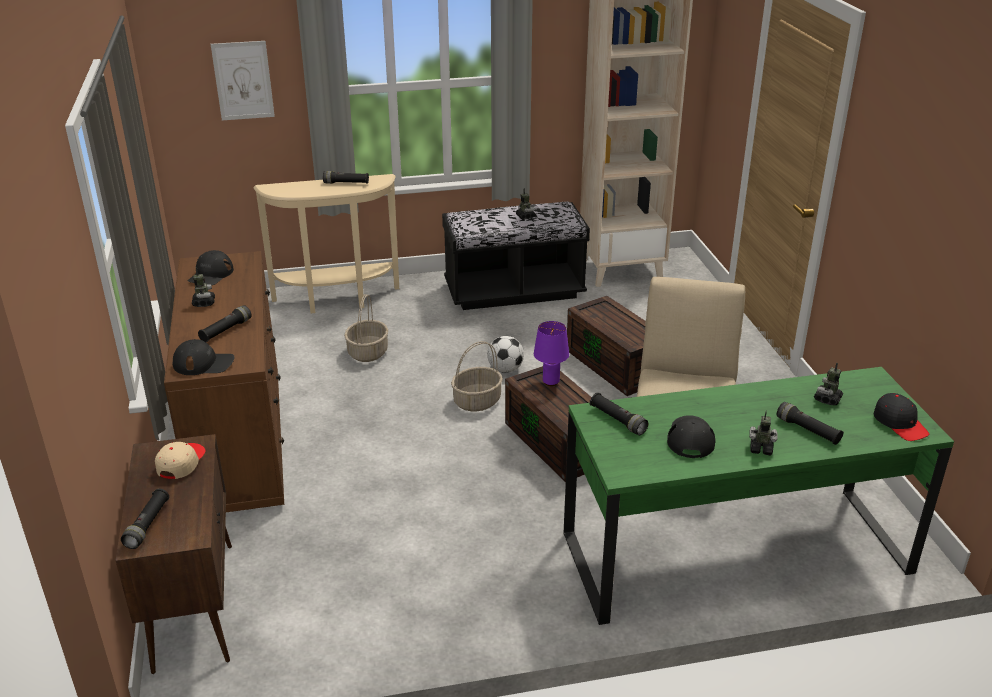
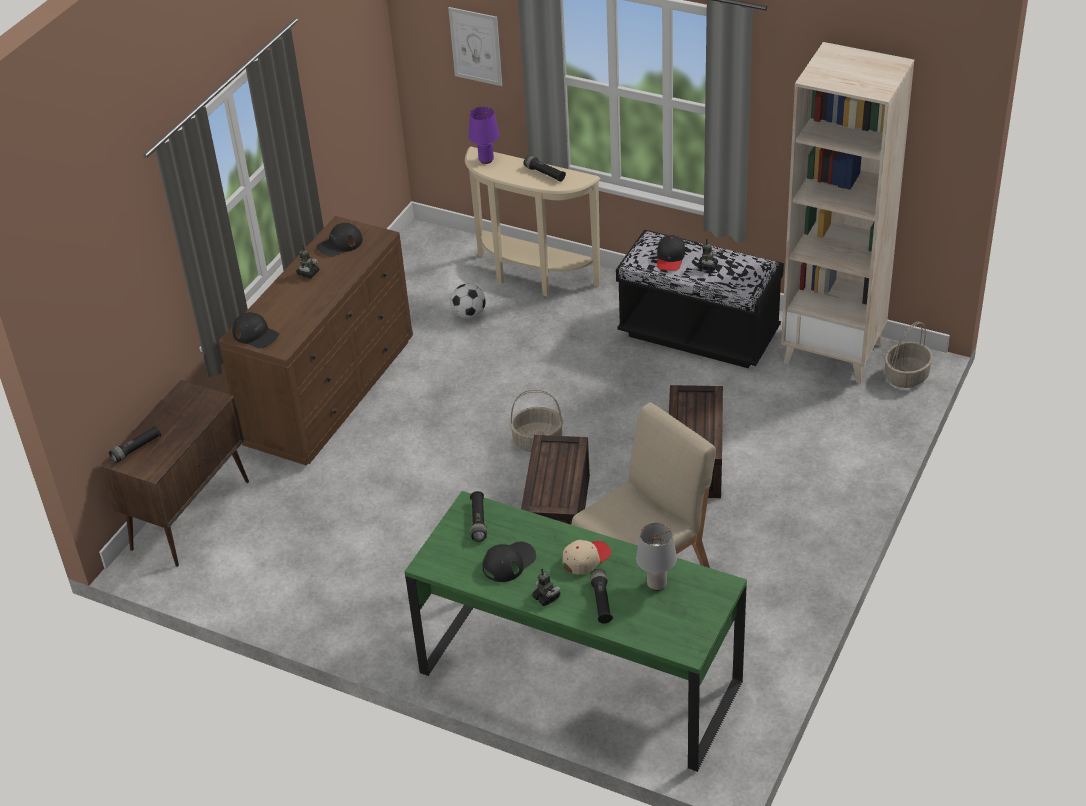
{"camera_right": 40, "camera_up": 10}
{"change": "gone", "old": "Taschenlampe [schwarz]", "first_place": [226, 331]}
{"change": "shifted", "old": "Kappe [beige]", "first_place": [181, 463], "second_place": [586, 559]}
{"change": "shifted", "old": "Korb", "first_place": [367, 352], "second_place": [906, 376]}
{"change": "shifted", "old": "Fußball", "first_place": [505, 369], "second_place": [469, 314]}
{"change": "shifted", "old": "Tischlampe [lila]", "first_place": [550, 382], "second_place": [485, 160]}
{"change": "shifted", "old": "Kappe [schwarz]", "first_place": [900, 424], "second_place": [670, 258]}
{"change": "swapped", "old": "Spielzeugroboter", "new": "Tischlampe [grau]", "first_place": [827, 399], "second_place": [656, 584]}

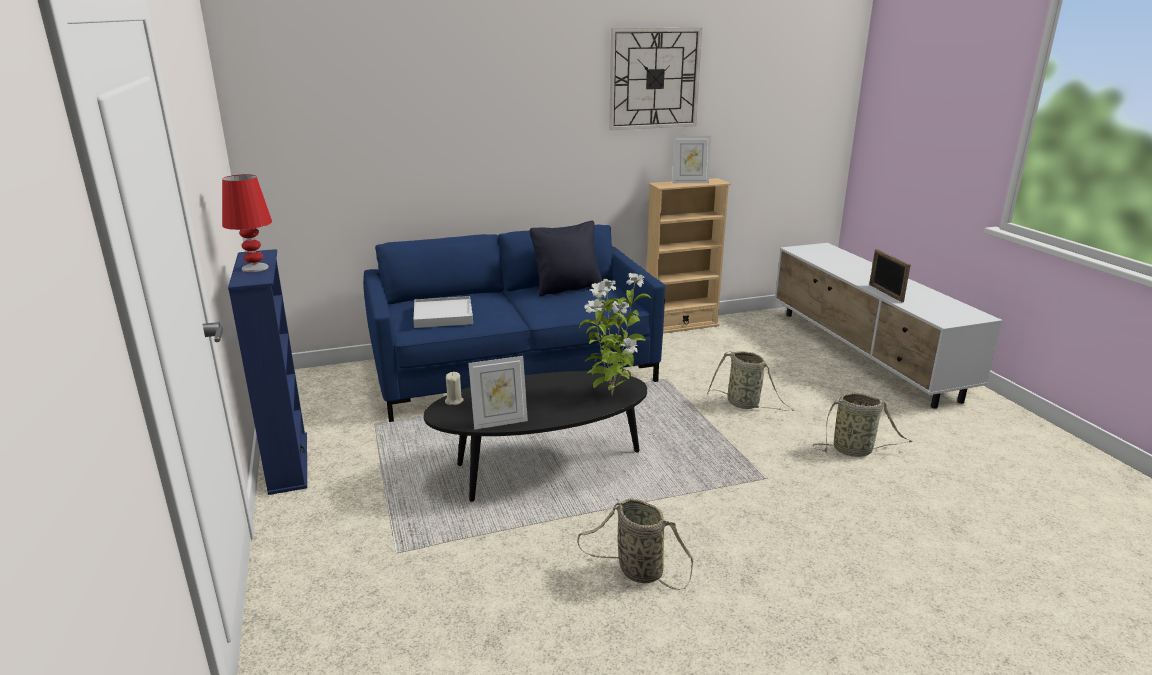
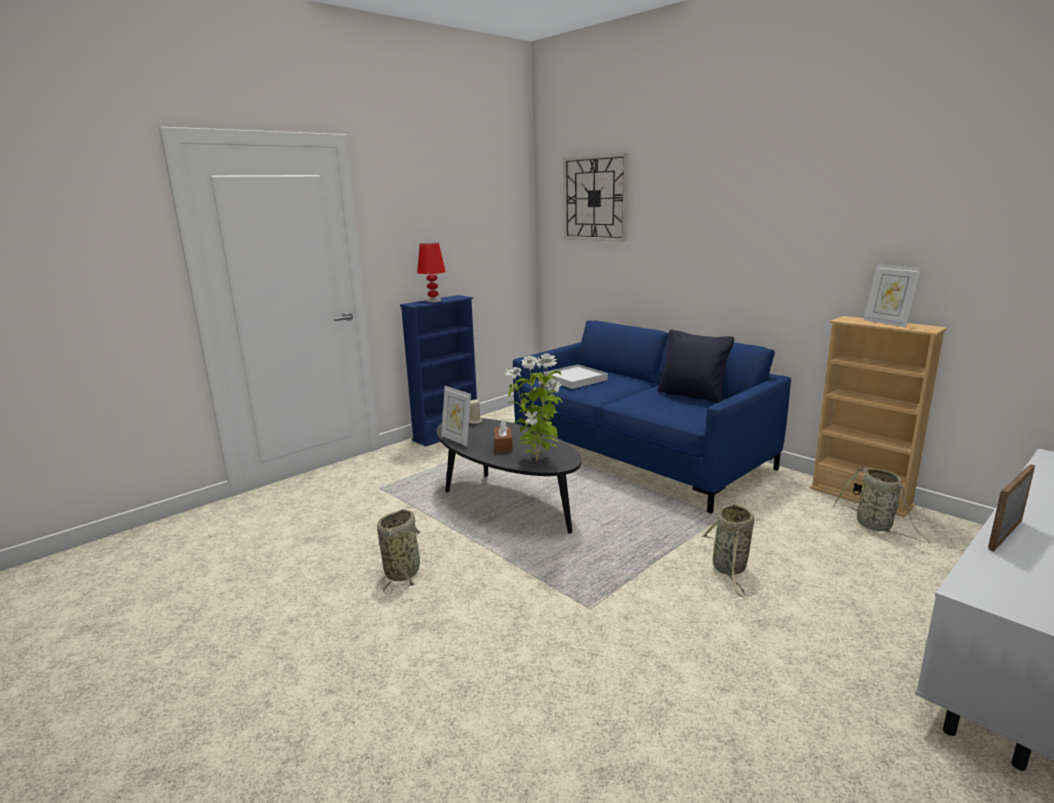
{"camera_right": 65, "camera_up": -5}
{"change": "new", "new": "Taschentuchbox [braun]", "second_place": [503, 445]}
{"change": "shifted", "old": "Wanduhr", "first_place": [654, 79], "second_place": [595, 198]}
{"change": "shifted", "old": "Korb", "first_place": [855, 450], "second_place": [876, 526]}

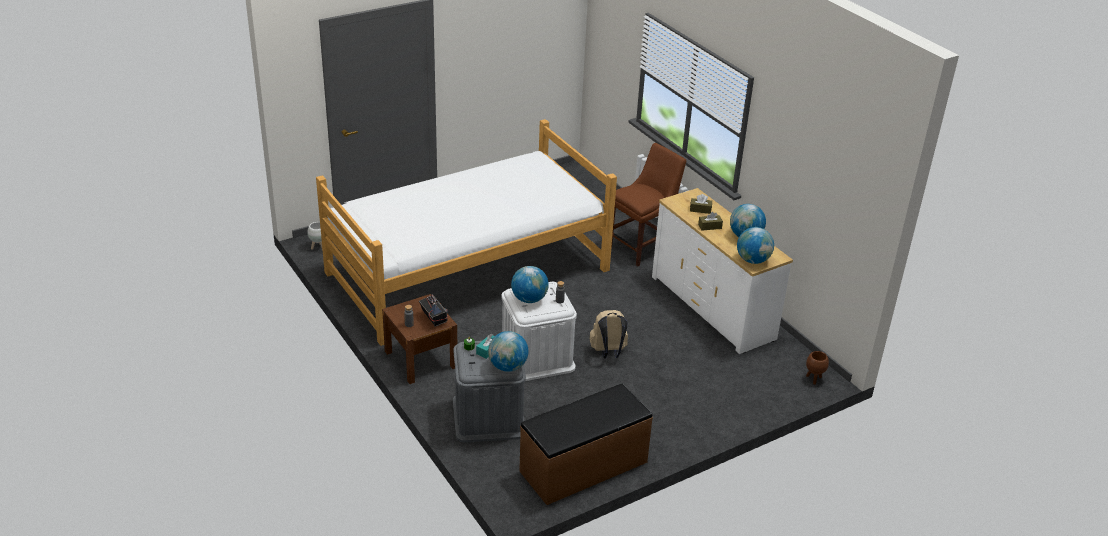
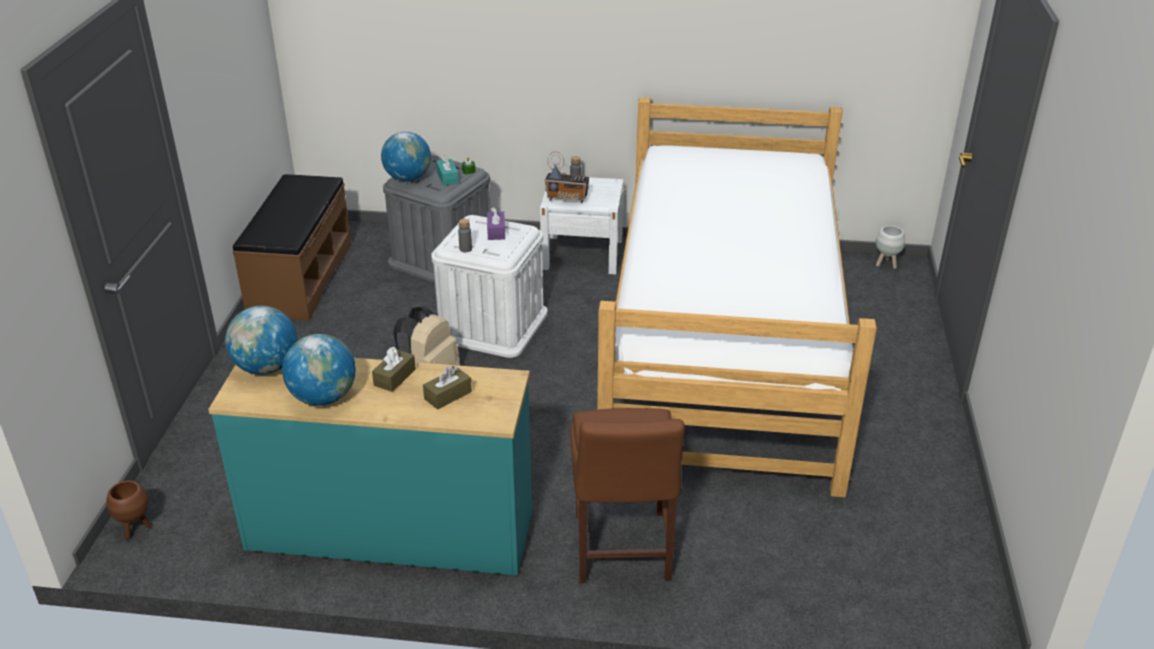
{"camera_right": 130, "camera_up": 0}
{"change": "swapped", "old": "Globus", "new": "Taschentuchbox [lila]", "first_place": [529, 299], "second_place": [496, 231]}
{"change": "repainted", "old": "Nachttisch [braun]", "new": "Nachttisch [weiß]", "first_place": [421, 359], "second_place": [582, 254]}
{"change": "repainted", "old": "Kommode [weiß]", "new": "Kommode [türkis]", "first_place": [712, 307], "second_place": [390, 532]}

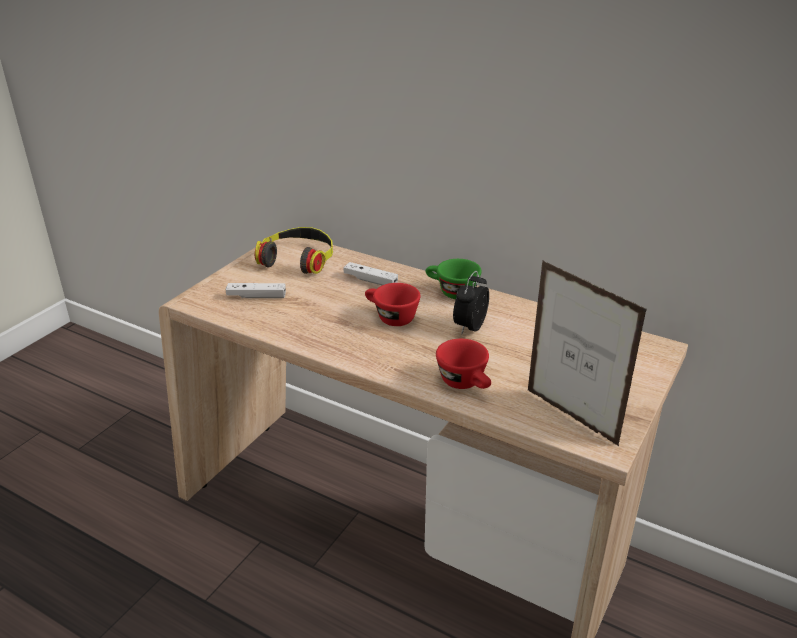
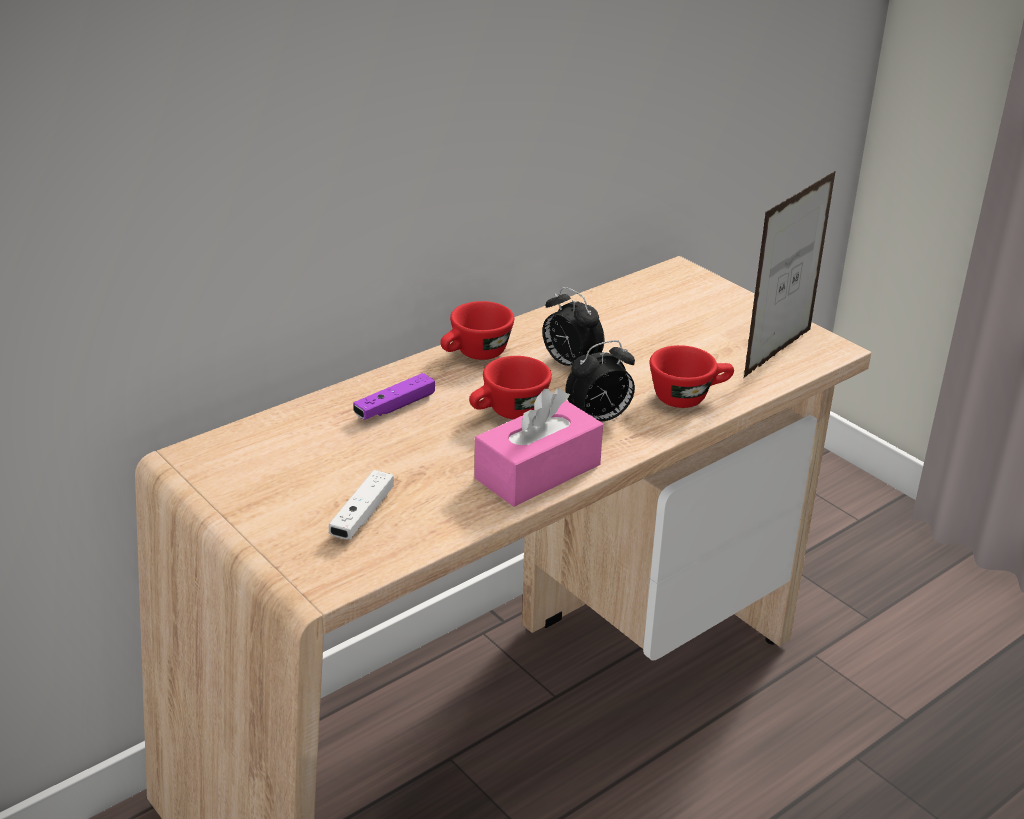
{"camera_right": -70, "camera_up": 0}
{"change": "gone", "old": "Kopfhörer", "first_place": [298, 258]}
{"change": "new", "new": "Taschentuchbox [rosa]", "second_place": [538, 471]}
{"change": "new", "new": "Wecker", "second_place": [599, 419]}
{"change": "repainted", "old": "Gamepad [weiß]", "new": "Gamepad [lila]", "first_place": [370, 280], "second_place": [395, 407]}
{"change": "repainted", "old": "Tasse [grün]", "new": "Tasse [rot]", "first_place": [451, 292], "second_place": [475, 355]}
{"change": "rotated", "old": "Bilderrahmen", "first_place": [571, 417], "second_place": [777, 353], "degrees": 150}

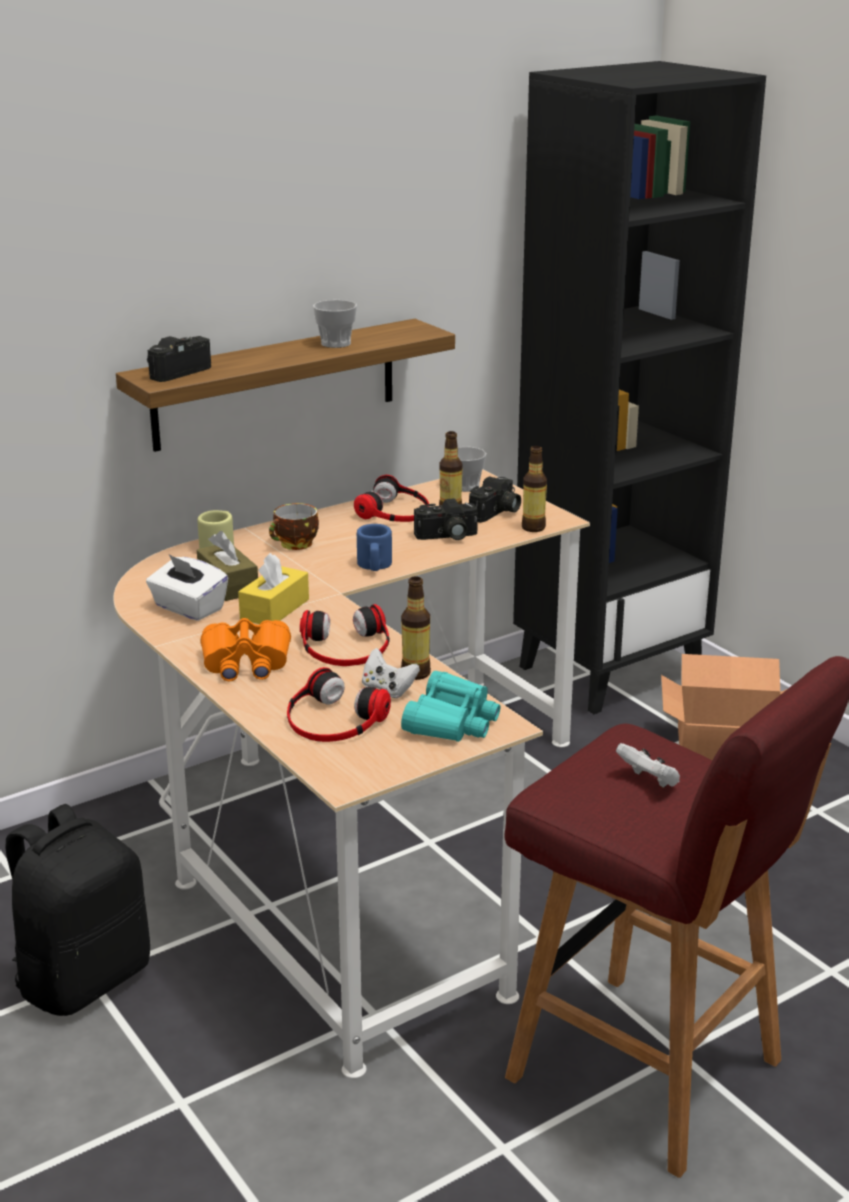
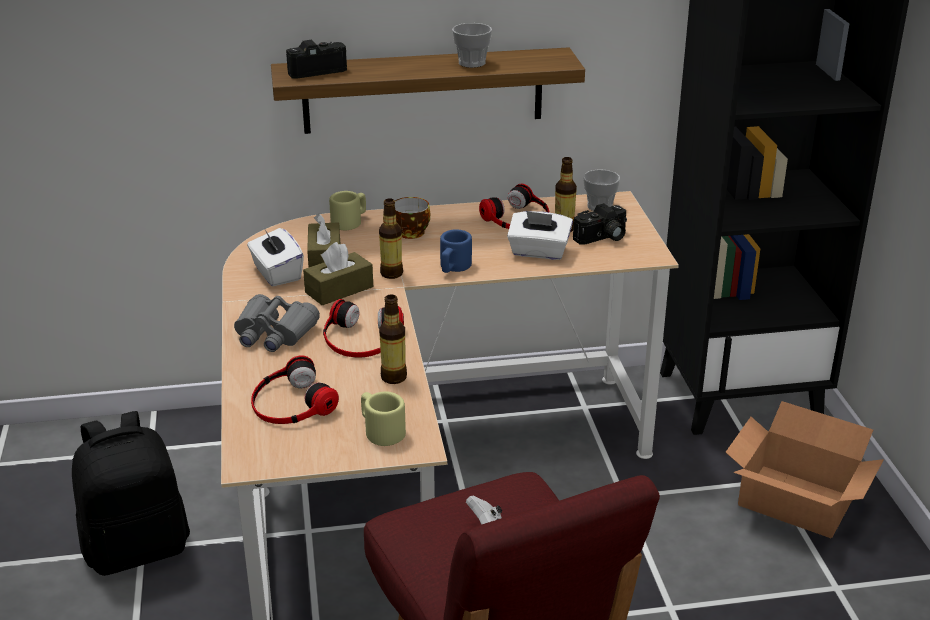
{"camera_right": 25, "camera_up": 5}
{"change": "gone", "old": "Gamepad [weiß]", "first_place": [388, 689]}
{"change": "shifted", "old": "Flasche", "first_place": [533, 528], "second_place": [391, 273]}
{"change": "swapped", "old": "Fernglas [türkis]", "new": "Henkelbecher [beige]", "first_place": [452, 721], "second_place": [380, 431]}
{"change": "swapped", "old": "Kamera", "new": "Taschentuchbox [weiß]", "first_place": [447, 536], "second_place": [539, 252]}
{"change": "repainted", "old": "Fernglas [orange]", "new": "Fernglas [grau]", "first_place": [246, 663], "second_place": [274, 333]}
{"change": "repainted", "old": "Taschentuchbox [gelb]", "new": "Taschentuchbox [braun]", "first_place": [274, 609], "second_place": [339, 290]}

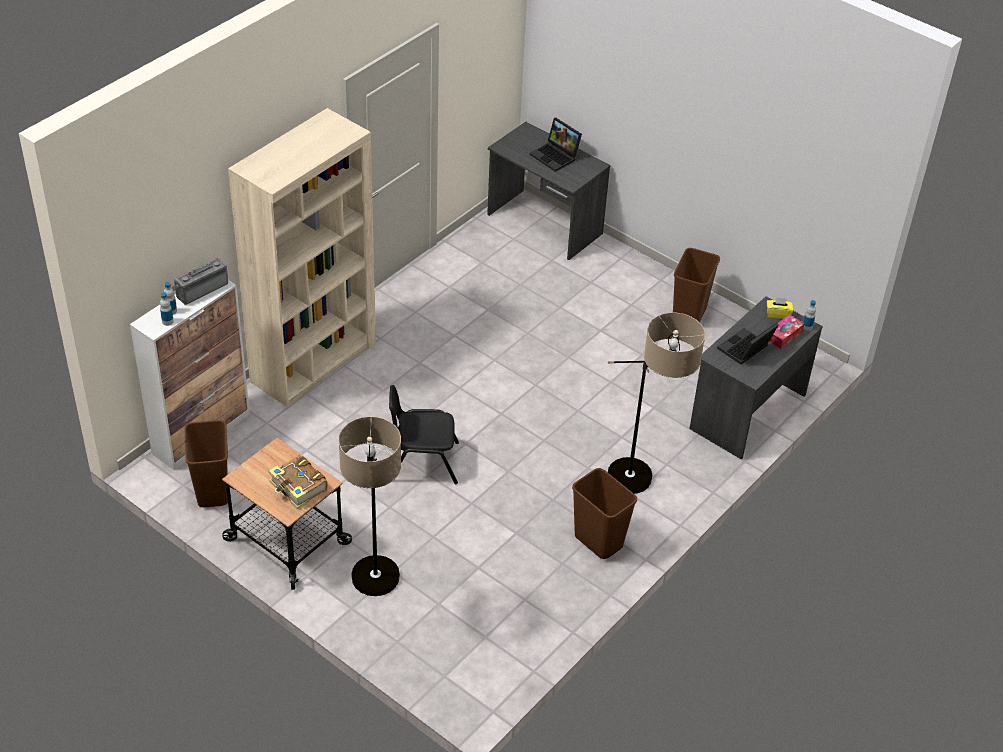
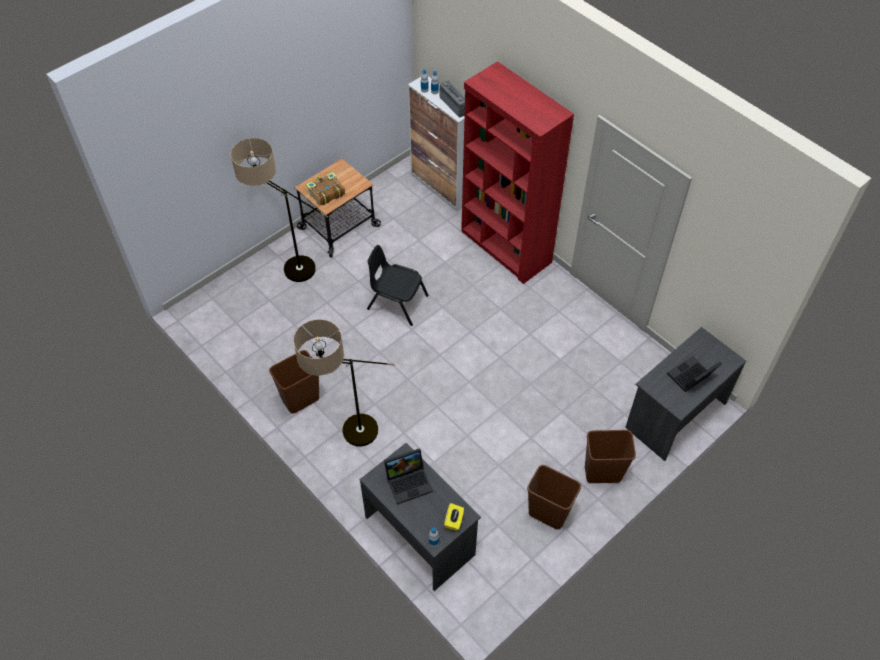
{"camera_right": 100, "camera_up": 10}
{"change": "gone", "old": "Taschentuchbox", "first_place": [784, 336]}
{"change": "shifted", "old": "Mülleimer [braun]", "first_place": [213, 491], "second_place": [602, 473]}
{"change": "repainted", "old": "Bücherregal [beige]", "new": "Bücherregal [rot]", "first_place": [314, 362], "second_place": [505, 247]}
{"change": "rotated", "old": "Stuhl [schwarz]", "first_place": [422, 462], "second_place": [397, 302], "degrees": -75}
{"change": "rotated", "old": "Laptop", "first_place": [745, 350], "second_place": [409, 481], "degrees": 105}

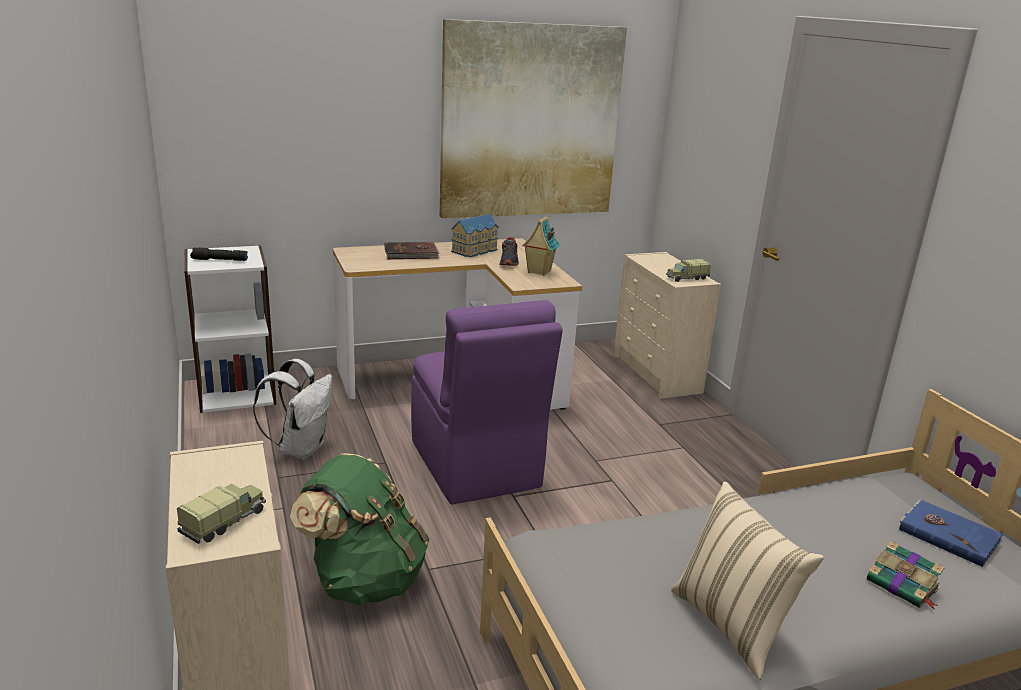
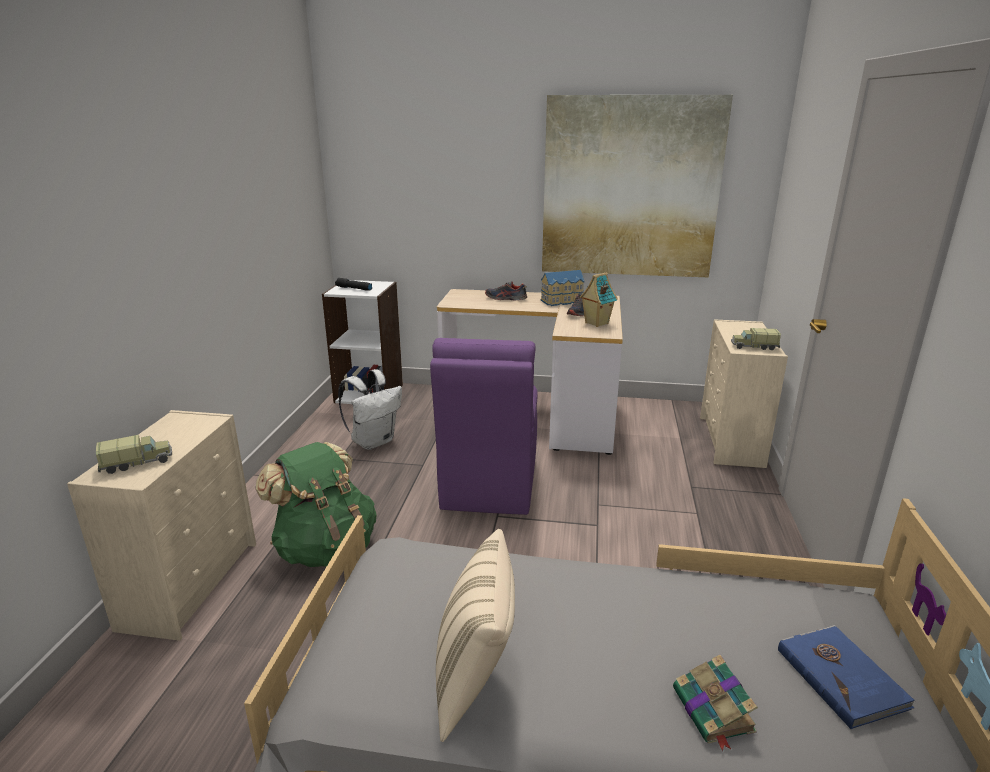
{"camera_right": 30, "camera_up": 0}
{"change": "swapped", "old": "Buch [braun]", "new": "Schuh", "first_place": [411, 254], "second_place": [505, 298]}

